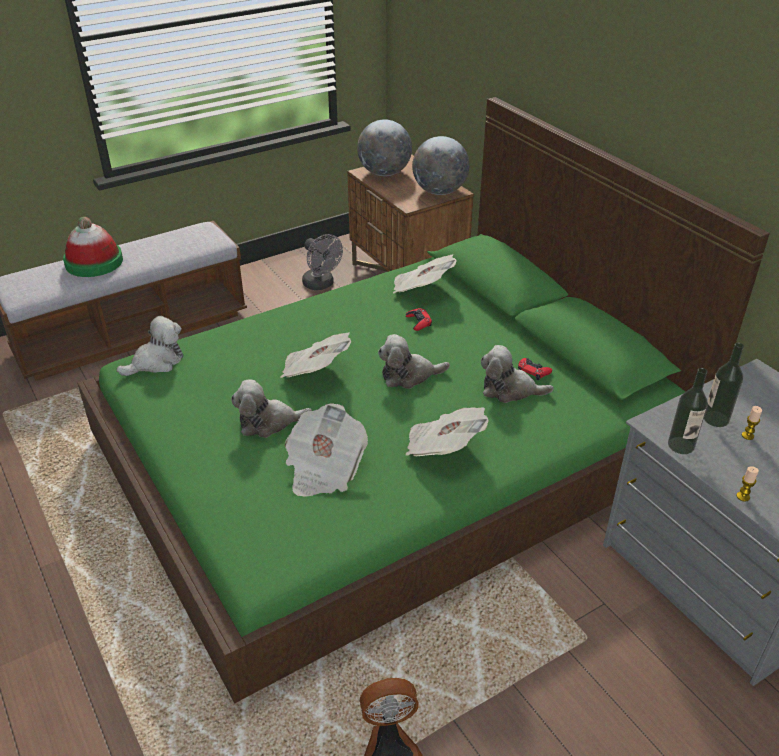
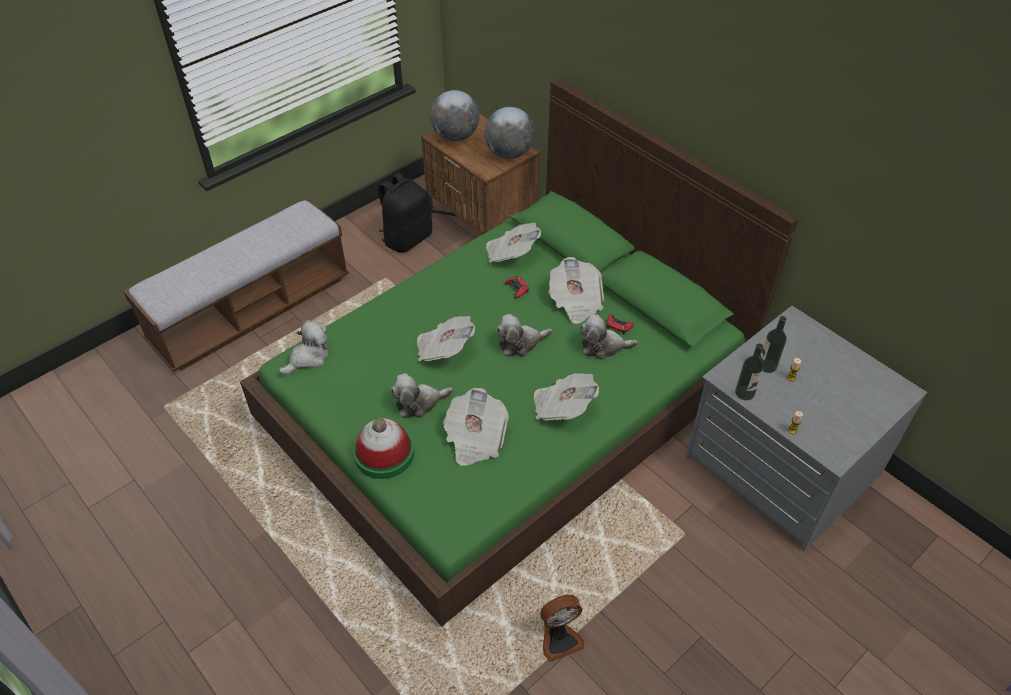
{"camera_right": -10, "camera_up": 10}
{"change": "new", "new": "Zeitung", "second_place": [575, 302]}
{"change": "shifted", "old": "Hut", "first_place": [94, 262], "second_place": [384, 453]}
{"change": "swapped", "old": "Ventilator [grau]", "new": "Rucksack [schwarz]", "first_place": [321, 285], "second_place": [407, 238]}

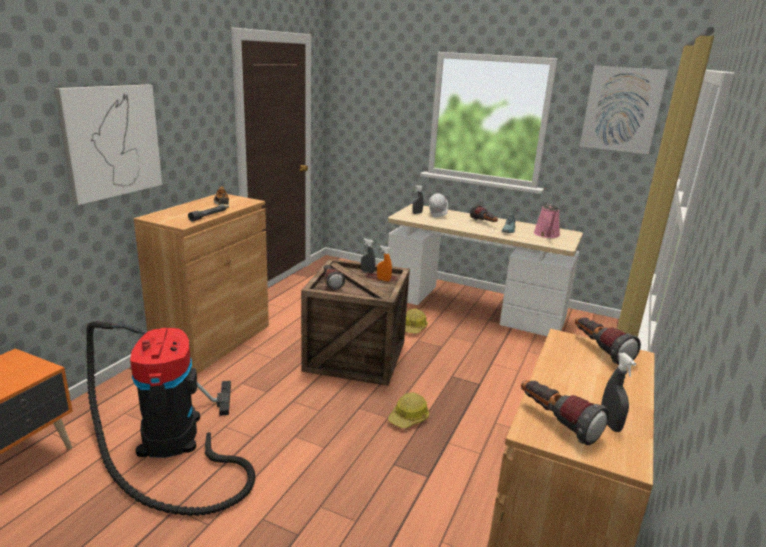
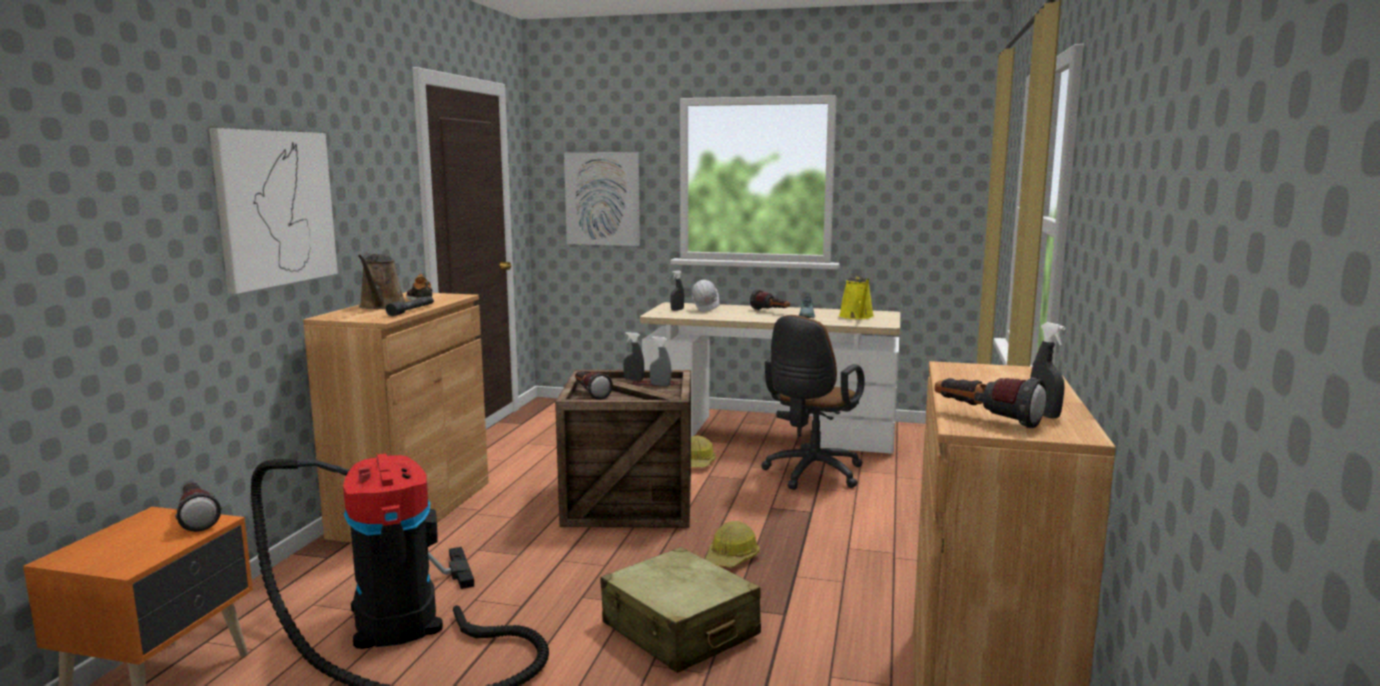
{"camera_right": -10, "camera_up": -10}
{"change": "new", "new": "Gießkanne [braun]", "second_place": [381, 306]}
{"change": "new", "new": "Koffer [beige]", "second_place": [680, 630]}
{"change": "new", "new": "Bürostuhl [braun]", "second_place": [811, 475]}
{"change": "shifted", "old": "Taschenlampe", "first_place": [599, 350], "second_place": [197, 519]}
{"change": "shifted", "old": "Bild", "first_place": [622, 109], "second_place": [602, 199]}
{"change": "repainted", "old": "Sprühflasche [orange]", "new": "Sprühflasche [grau]", "first_place": [383, 280], "second_place": [660, 385]}
{"change": "repainted", "old": "Gießkanne [rosa]", "new": "Gießkanne [gelb]", "first_place": [547, 235], "second_place": [857, 316]}

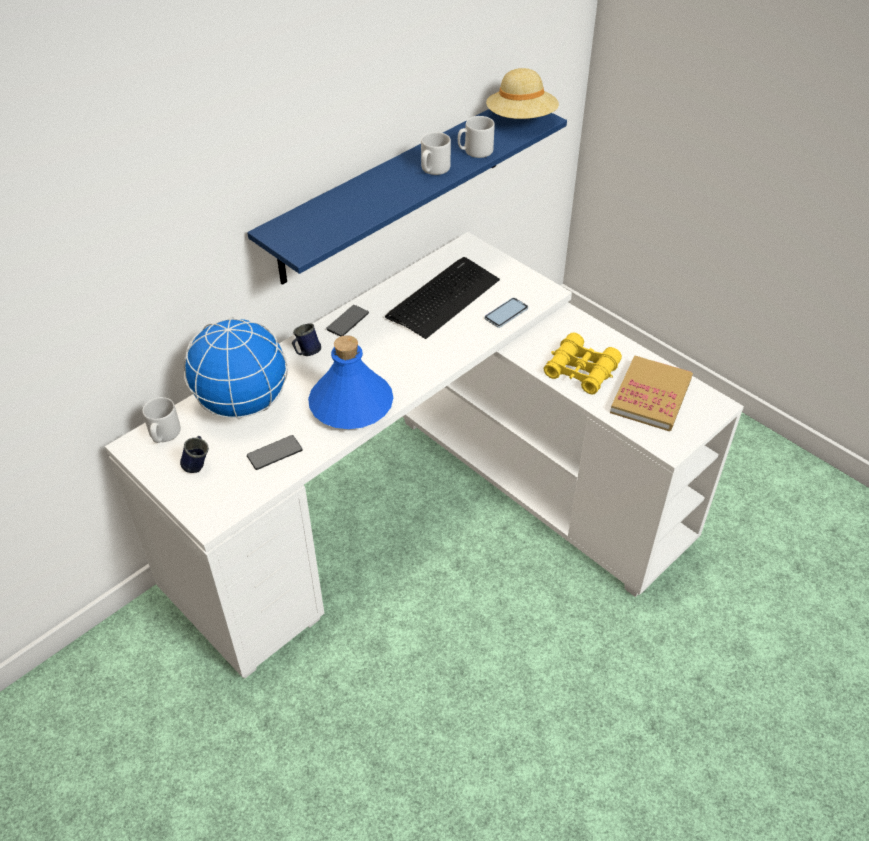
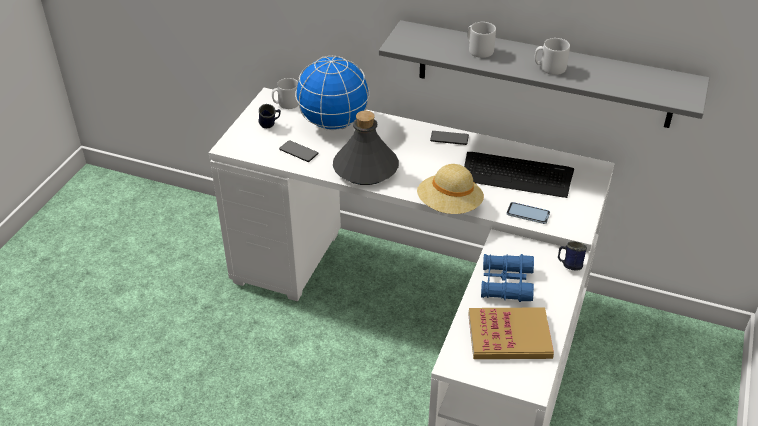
{"camera_right": 65, "camera_up": -5}
{"change": "shifted", "old": "Henkelbecher [blau]", "first_place": [306, 353], "second_place": [569, 265]}
{"change": "shifted", "old": "Henkelbecher [grau]", "first_place": [475, 151], "second_place": [478, 50]}
{"change": "shifted", "old": "Hut [beige]", "first_place": [521, 120], "second_place": [449, 206]}
{"change": "repainted", "old": "Wandregal [blau]", "new": "Wandregal [grau]", "first_place": [394, 189], "second_place": [543, 74]}
{"change": "repainted", "old": "Flasche [blau]", "new": "Flasche [grau]", "first_place": [350, 405], "second_place": [365, 168]}
{"change": "repainted", "old": "Fernglas [gelb]", "new": "Fernglas [blau]", "first_place": [581, 371], "second_place": [506, 283]}

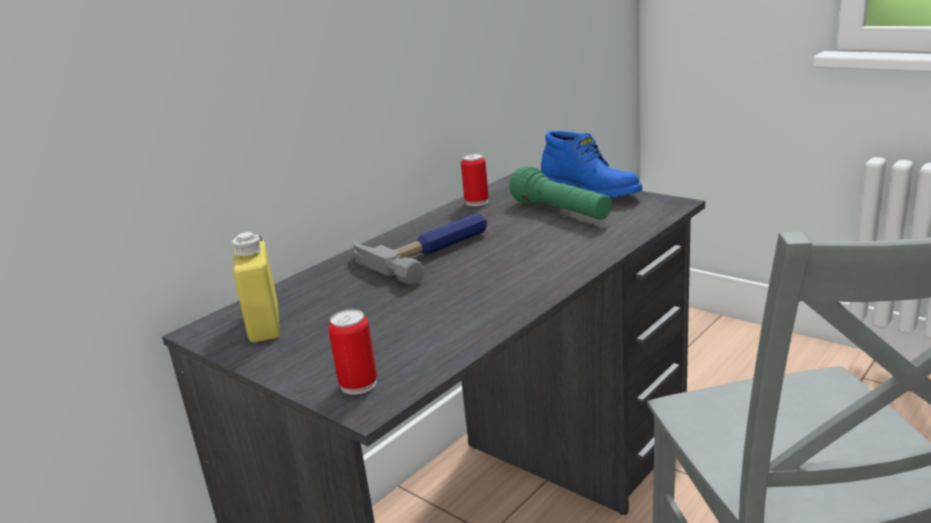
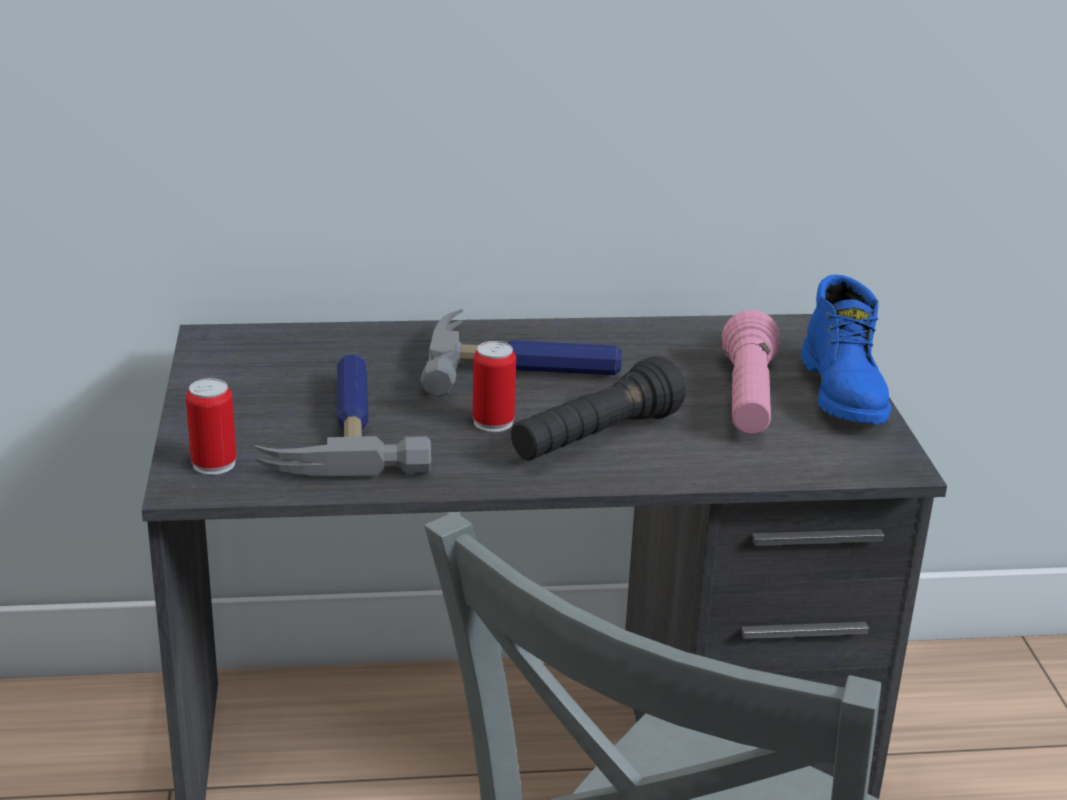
{"camera_right": 40, "camera_up": 5}
{"change": "gone", "old": "Flasche [gelb]", "first_place": [264, 324]}
{"change": "new", "new": "Hammer", "second_place": [343, 428]}
{"change": "new", "new": "Taschenlampe [schwarz]", "second_place": [595, 439]}
{"change": "shifted", "old": "Dose", "first_place": [476, 202], "second_place": [493, 422]}
{"change": "repainted", "old": "Taschenlampe [grün]", "new": "Taschenlampe [rosa]", "first_place": [561, 212], "second_place": [748, 400]}

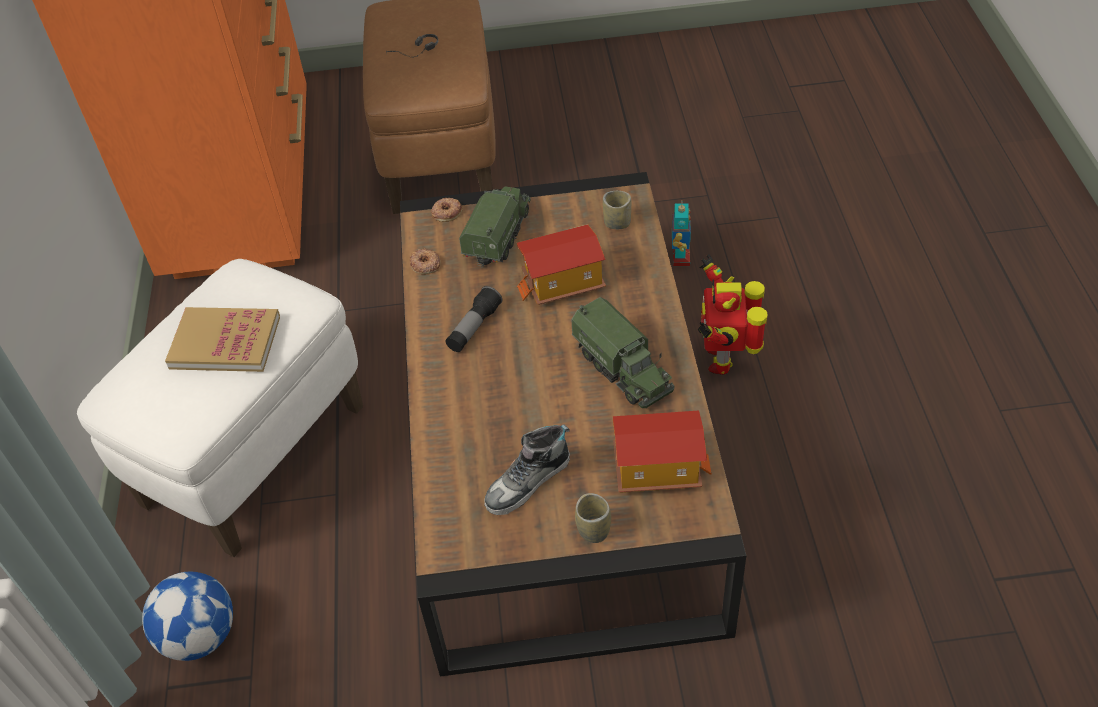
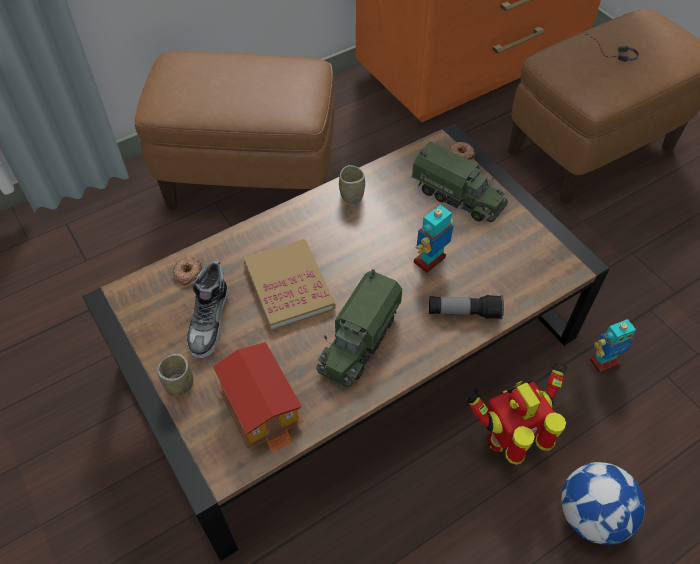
{"camera_right": 60, "camera_up": 5}
{"change": "shifted", "old": "Fußball", "first_place": [200, 636], "second_place": [591, 515]}
{"change": "shifted", "old": "Buch", "first_place": [225, 342], "second_place": [289, 286]}
{"change": "shifted", "old": "Donut", "first_place": [425, 264], "second_place": [188, 273]}
{"change": "shifted", "old": "Taschenlampe", "first_place": [474, 328], "second_place": [464, 312]}
{"change": "shifted", "old": "Tasse", "first_place": [617, 223], "second_place": [352, 196]}
{"change": "swapped", "old": "Spielzeughaus", "new": "Spielzeugroboter", "first_place": [563, 284], "second_place": [430, 261]}
{"change": "repainted", "old": "Polsterhocker [weiß]", "new": "Polsterhocker [braun]", "first_place": [254, 456], "second_place": [249, 181]}
{"change": "rotated", "old": "Spielzeuglaster", "first_place": [498, 235], "second_place": [458, 196], "degrees": 45}
{"change": "rotated", "old": "Schuh", "first_place": [528, 482], "second_place": [210, 321], "degrees": -105}

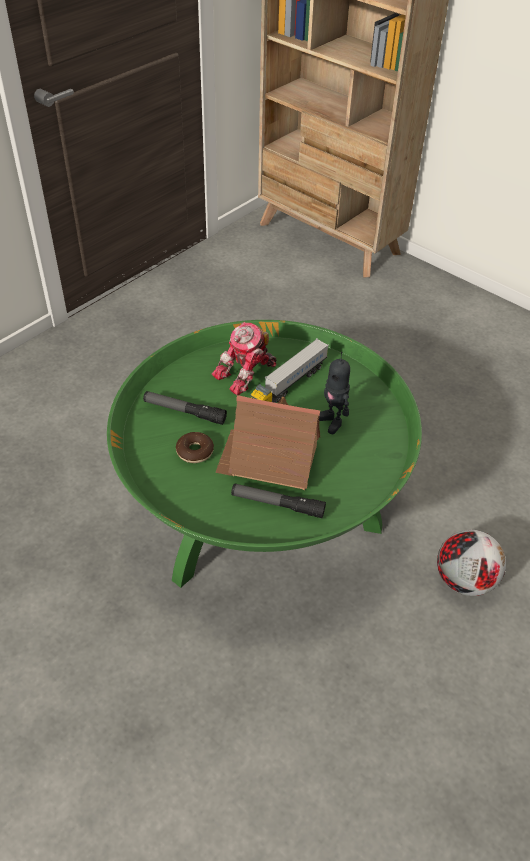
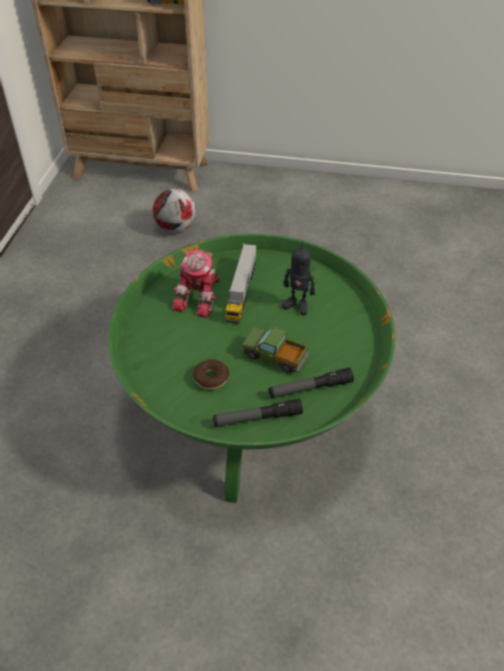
{"camera_right": -30, "camera_up": 0}
{"change": "shifted", "old": "Taschenlampe", "first_place": [184, 412], "second_place": [257, 418]}
{"change": "shifted", "old": "Fußball", "first_place": [464, 580], "second_place": [175, 228]}
{"change": "swapped", "old": "Spielzeughaus", "new": "Spielzeuglaster", "first_place": [269, 459], "second_place": [275, 356]}

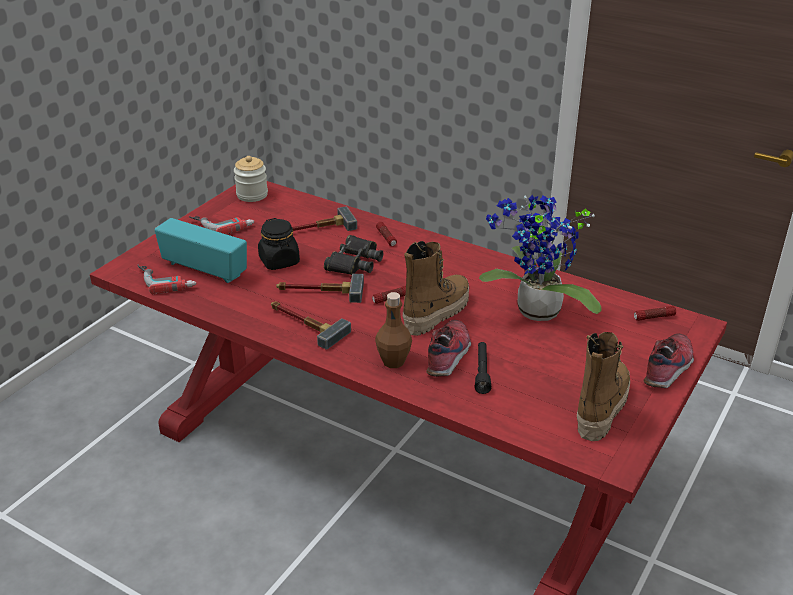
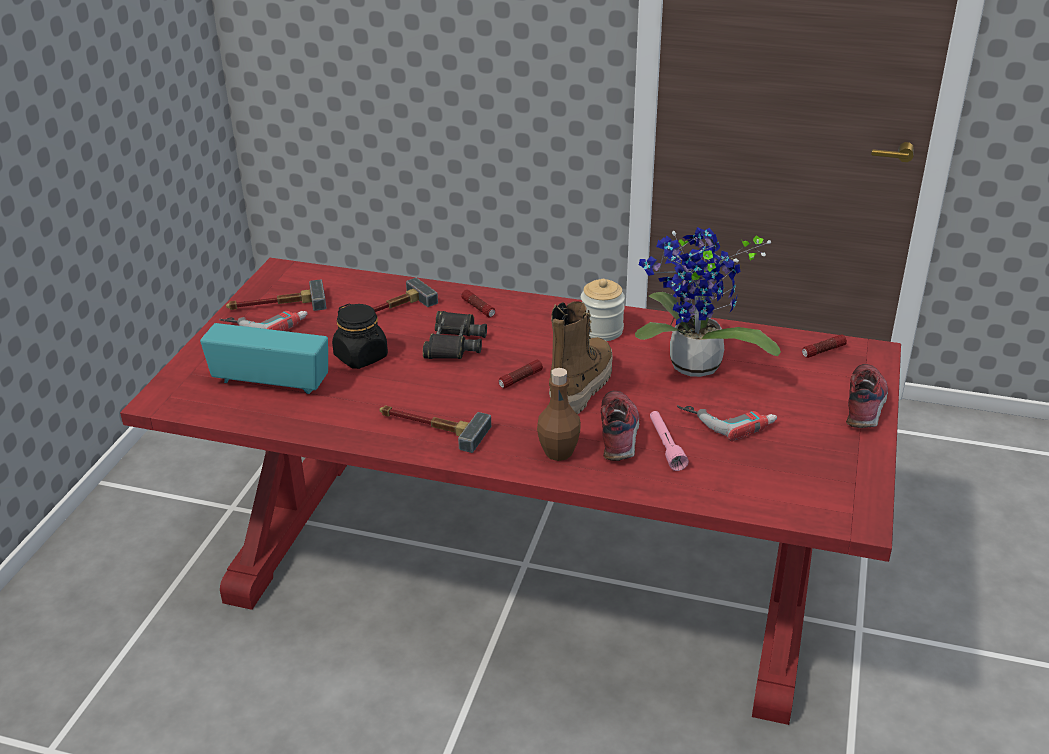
{"camera_right": -15, "camera_up": 0}
{"change": "gone", "old": "Stiefel", "first_place": [600, 408]}
{"change": "shifted", "old": "Bohrmaschine", "first_place": [167, 279], "second_place": [727, 418]}
{"change": "shifted", "old": "Vorratsglas", "first_place": [252, 195], "second_place": [601, 330]}
{"change": "shifted", "old": "Hammer", "first_place": [319, 291], "second_place": [276, 305]}
{"change": "repainted", "old": "Taschenlampe [schwarz]", "new": "Taschenlampe [rosa]", "first_place": [482, 372], "second_place": [666, 446]}

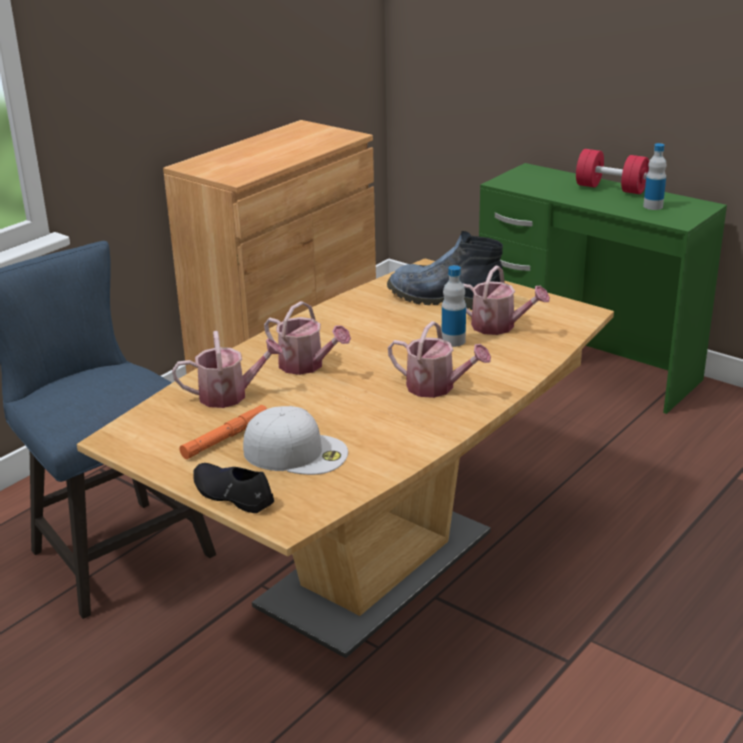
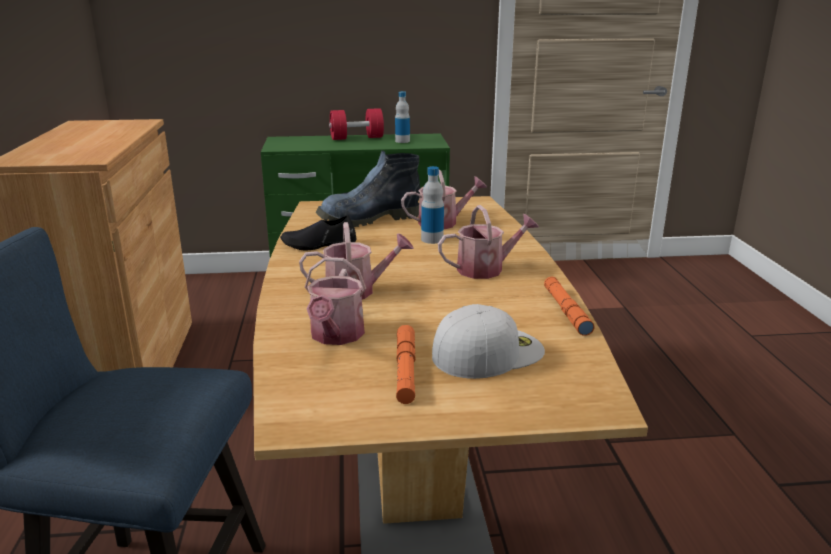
{"camera_right": -45, "camera_up": -5}
{"change": "new", "new": "Taschenlampe [orange]", "second_place": [566, 311]}
{"change": "shifted", "old": "Schuh [schwarz]", "first_place": [232, 494], "second_place": [319, 245]}
{"change": "rotated", "old": "Gießkanne", "first_place": [230, 395], "second_place": [335, 336], "degrees": 150}

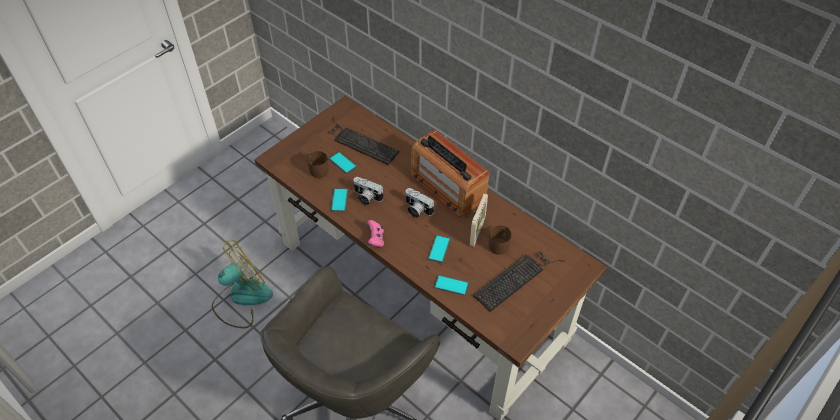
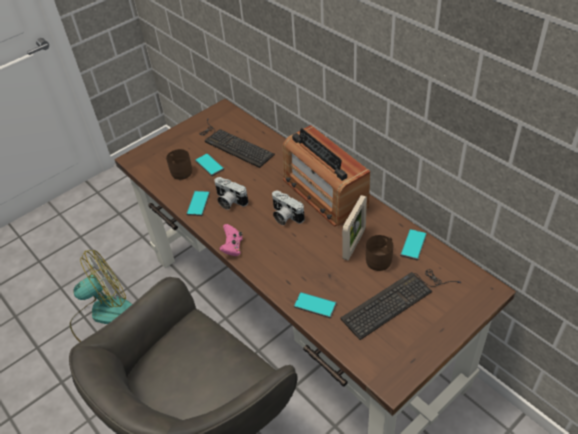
{"camera_right": 10, "camera_up": -5}
{"change": "shifted", "old": "Handy", "first_place": [439, 249], "second_place": [413, 245]}

